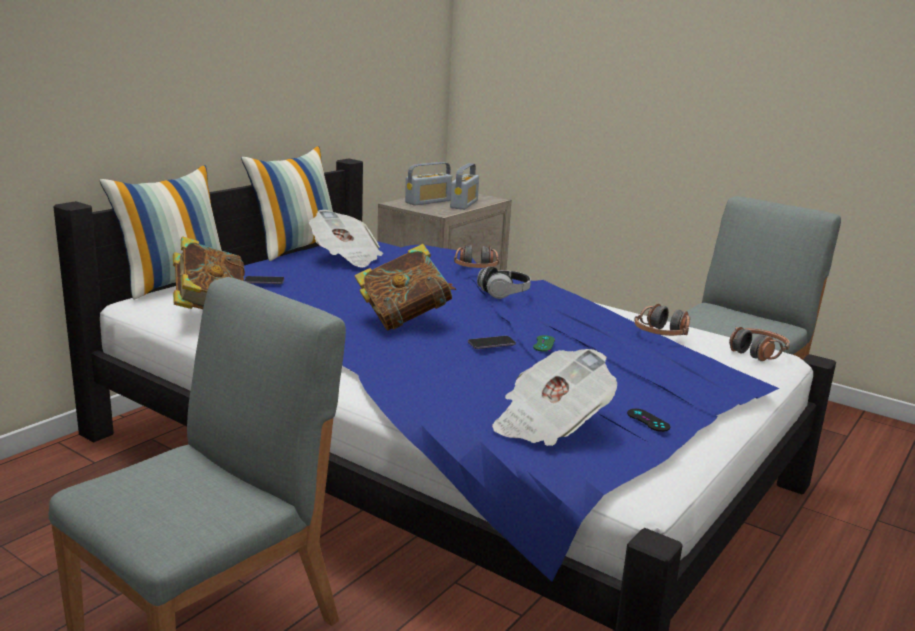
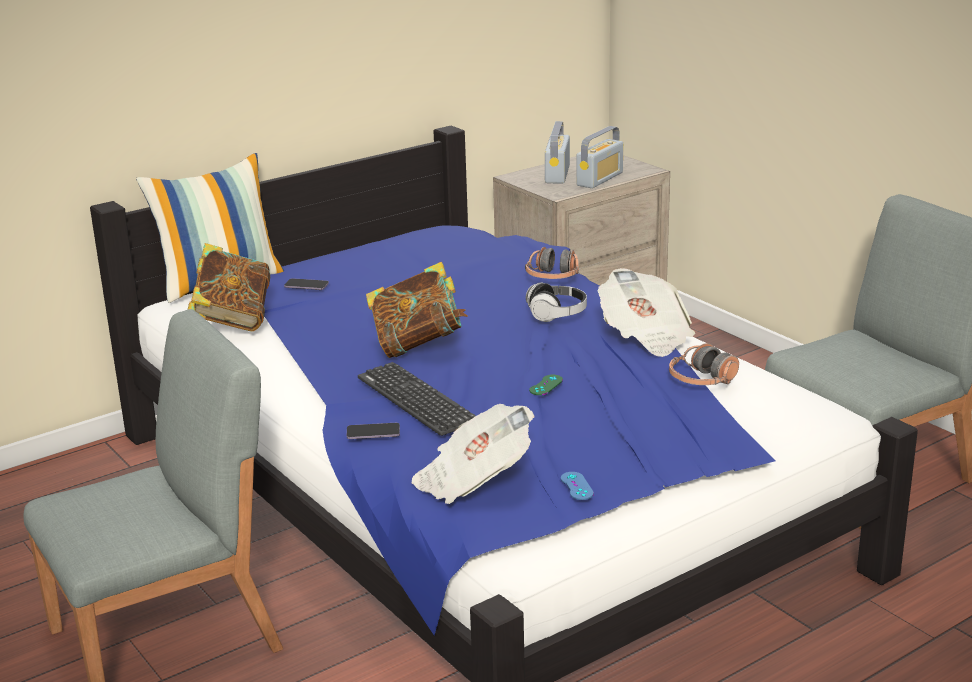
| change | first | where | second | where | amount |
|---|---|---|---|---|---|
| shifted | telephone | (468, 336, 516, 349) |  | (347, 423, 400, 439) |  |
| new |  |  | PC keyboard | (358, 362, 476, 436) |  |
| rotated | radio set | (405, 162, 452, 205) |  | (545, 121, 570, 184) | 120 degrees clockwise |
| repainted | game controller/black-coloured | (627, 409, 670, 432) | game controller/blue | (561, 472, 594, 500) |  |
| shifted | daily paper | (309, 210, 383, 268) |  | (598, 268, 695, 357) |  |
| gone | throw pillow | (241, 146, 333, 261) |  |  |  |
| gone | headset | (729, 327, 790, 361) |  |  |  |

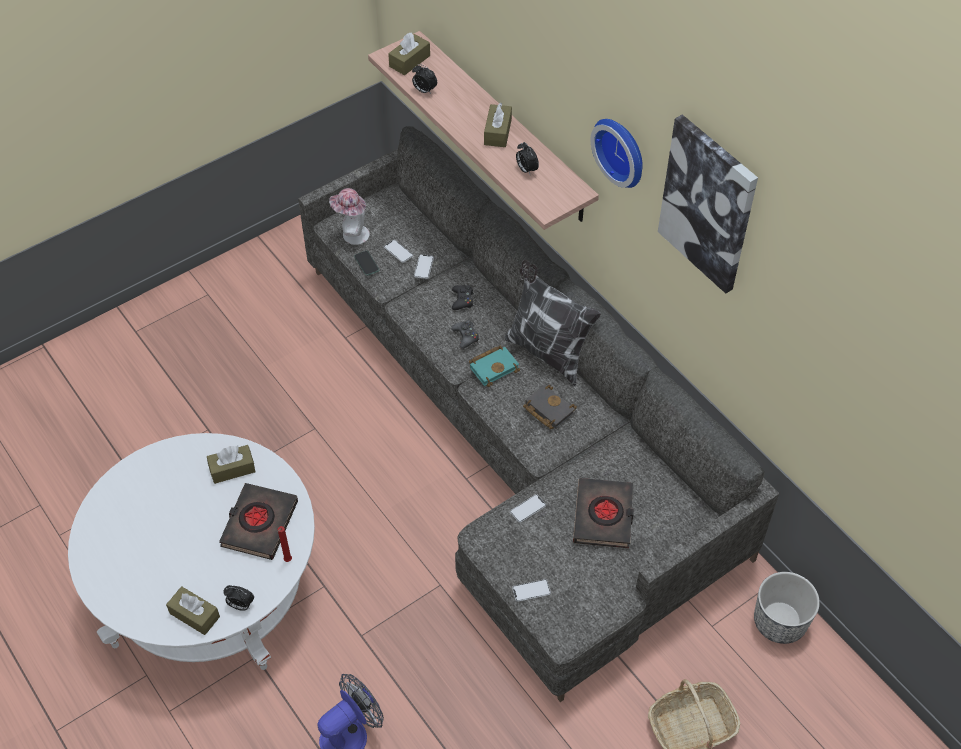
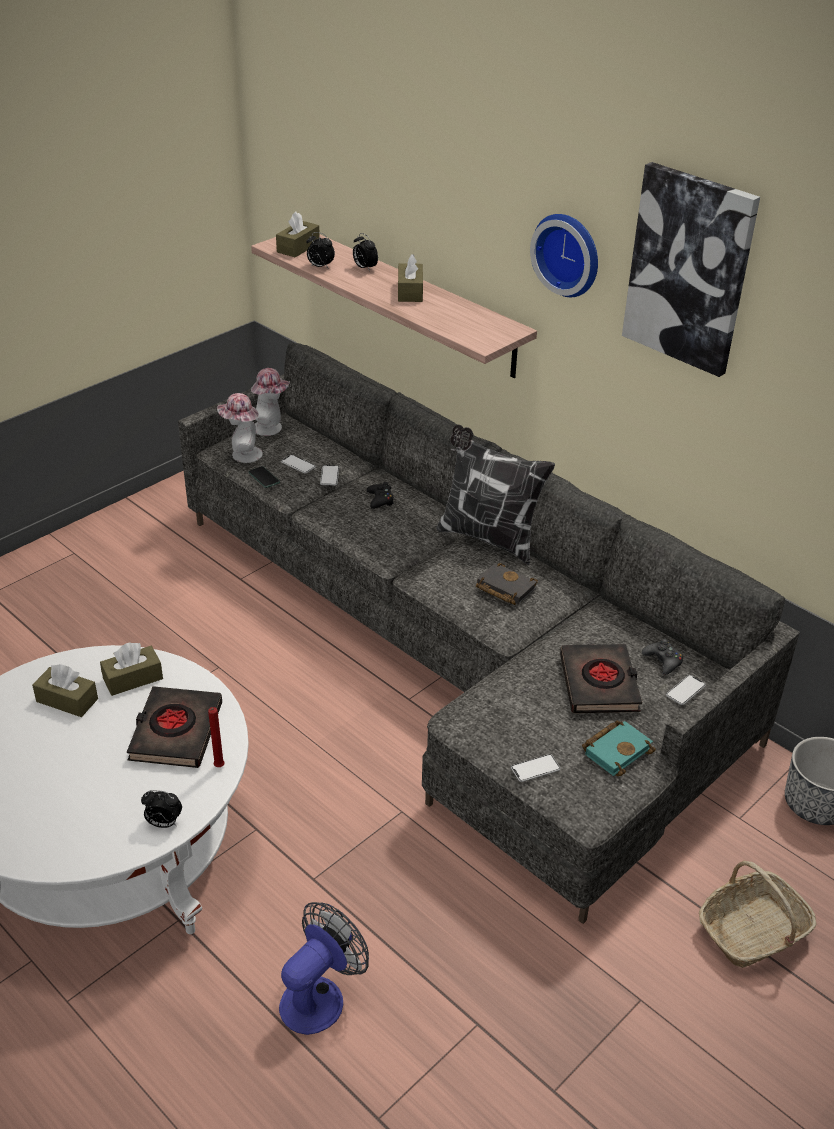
| change | first | where | second | where | amount |
|---|---|---|---|---|---|
| shifted | tissue box/brown-coloured | (166, 586, 220, 635) |  | (32, 664, 98, 717) |  |
| new |  |  | hat | (251, 368, 290, 436) |  |
| shifted | table clock | (516, 142, 539, 176) |  | (353, 233, 378, 271) |  |
| shifted | volume/turquoise | (469, 346, 520, 387) |  | (582, 721, 656, 776) |  |
| shifted | game controller/black-coloured | (451, 320, 479, 349) |  | (642, 639, 683, 675) |  |
| shifted | telephone | (510, 494, 546, 523) |  | (666, 675, 706, 705) |  |

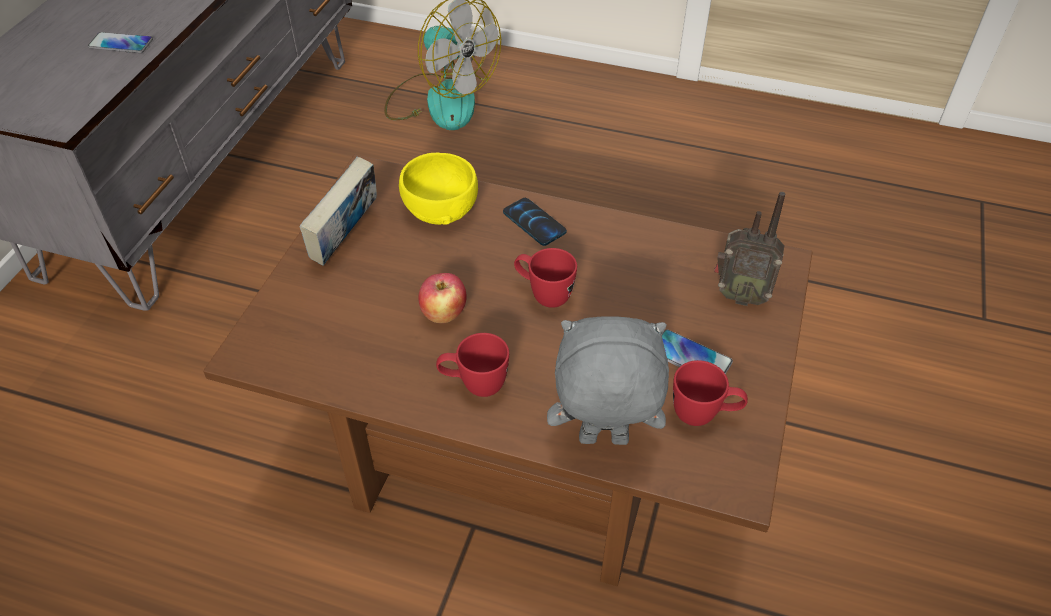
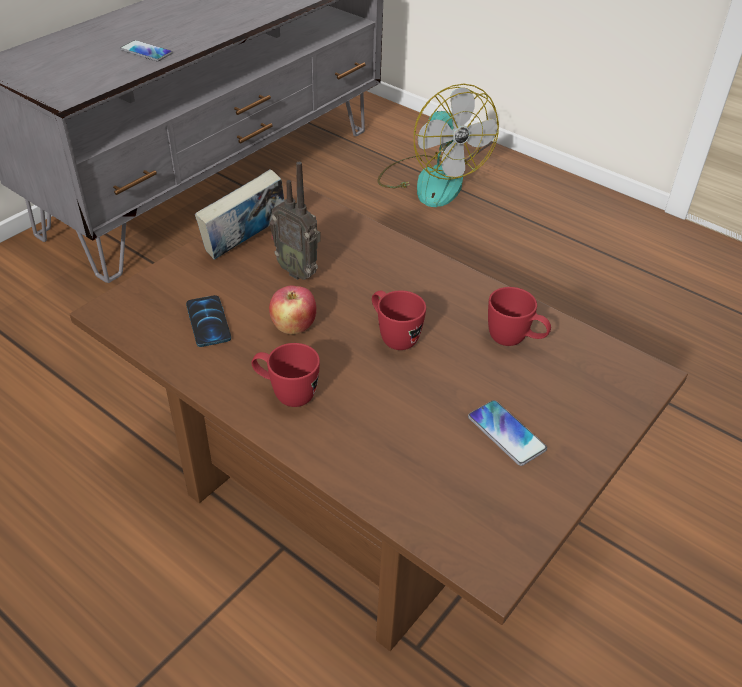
| change | first | where | second | where | amount |
|---|---|---|---|---|---|
| shifted | telephone | (503, 198, 567, 246) |  | (186, 295, 231, 347) |  |
| shifted | radio set | (714, 192, 785, 306) |  | (270, 162, 321, 280) |  |
| shifted | mug/red-coloured | (673, 360, 748, 426) |  | (488, 287, 551, 346) |  |
| gone | serving bowl/yellow | (399, 153, 478, 225) |  |  |  |
| gone | cuddly toy/grey | (547, 316, 669, 445) |  |  |  |

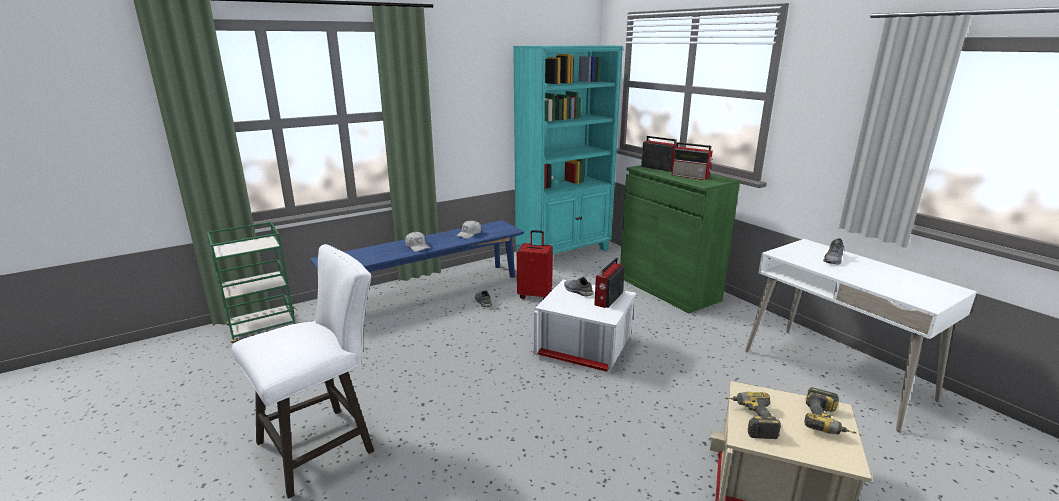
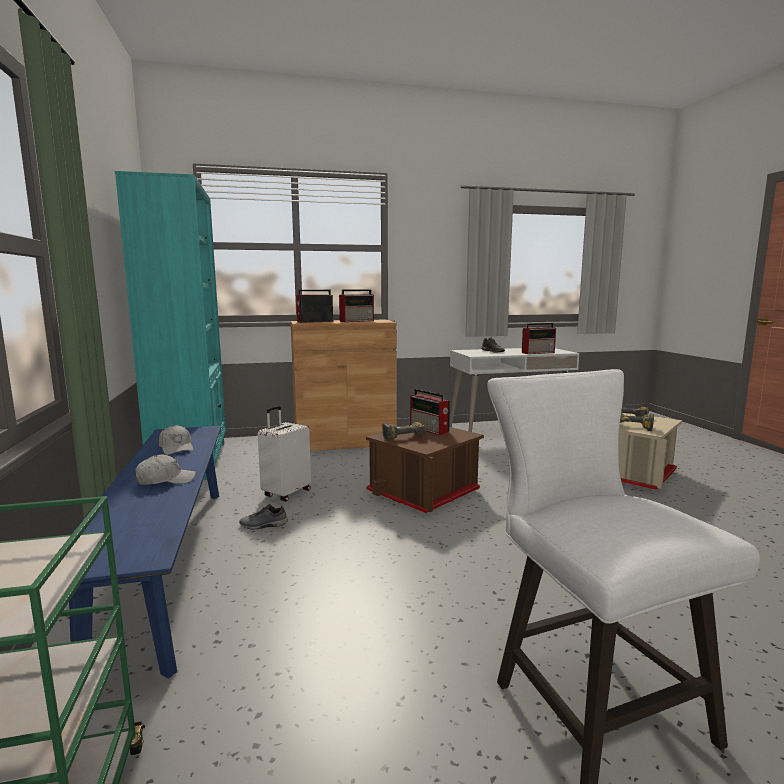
| change | first | where | second | where | amount |
|---|---|---|---|---|---|
| repainted | suitcase/red-coloured | (517, 230, 553, 299) | suitcase/white-coloured | (258, 406, 311, 501) |  |
| repainted | storage cabinet/green-coloured | (620, 165, 740, 313) | storage cabinet/brown-coloured | (291, 320, 397, 451) |  |
| repainted | storage box/white-coloured | (533, 279, 637, 372) | storage box/brown-coloured | (366, 425, 484, 513) |  |
| swapped | shoe/grey | (564, 277, 593, 296) | electric drill | (382, 422, 426, 441) |  |
| new |  |  | radio set | (522, 323, 556, 354) |  |

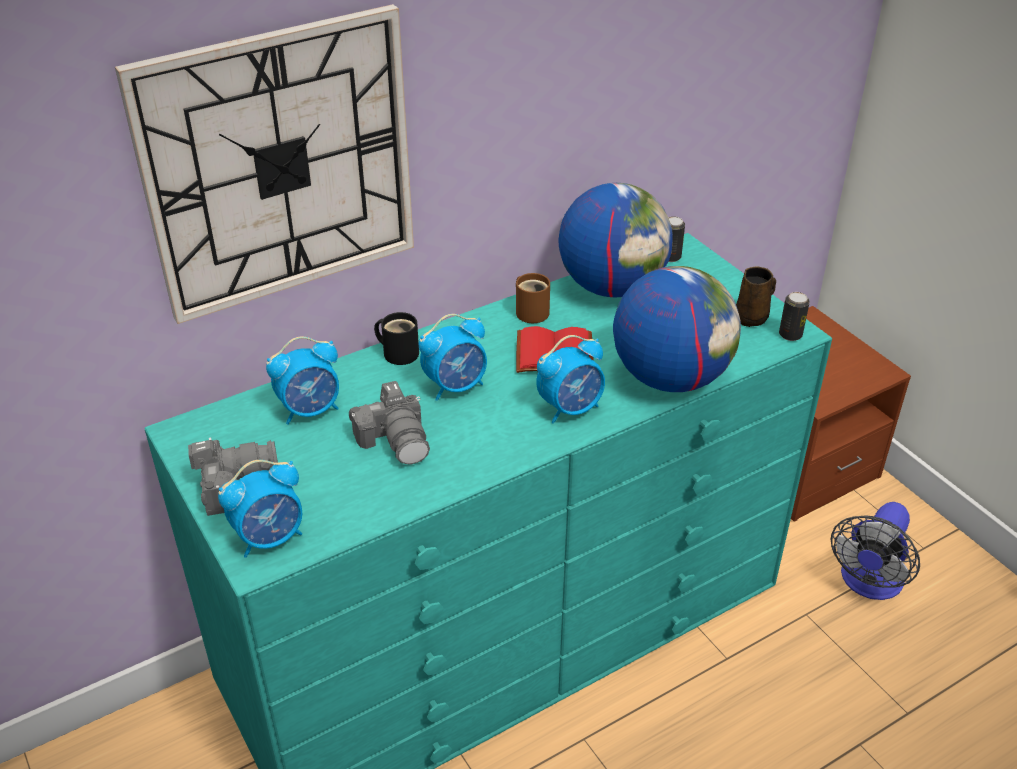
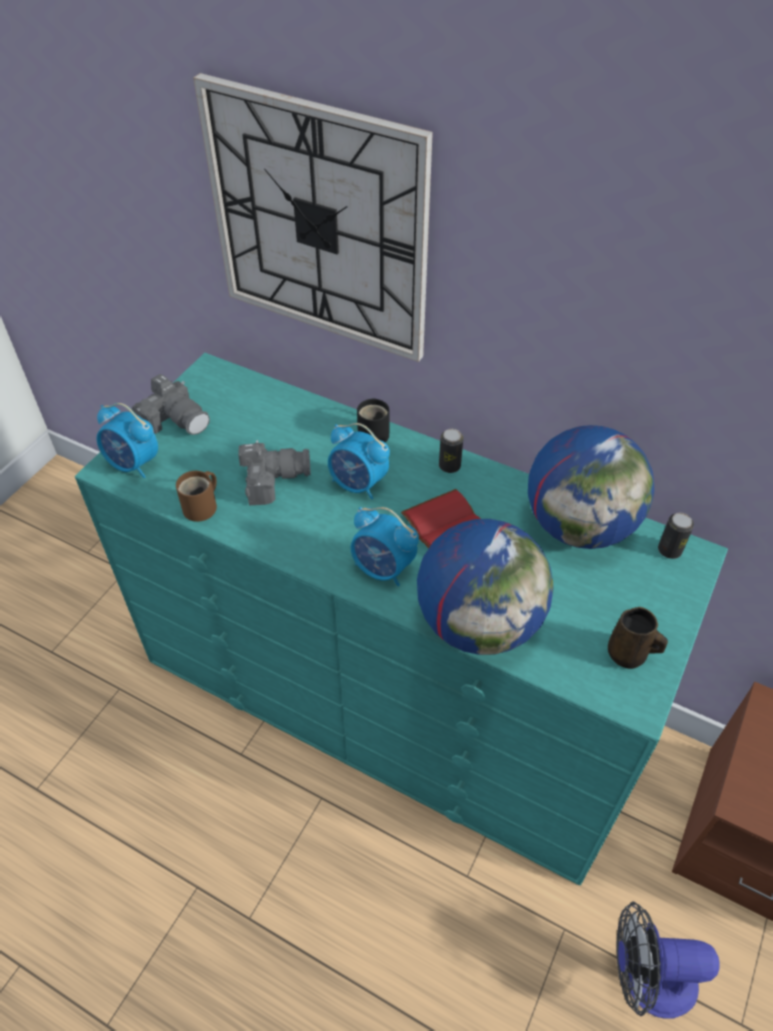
| change | first | where | second | where | amount |
|---|---|---|---|---|---|
| shifted | mug/brown-coloured | (516, 273, 550, 323) |  | (176, 471, 217, 522) |  |
| rotated | still camera | (349, 381, 430, 465) |  | (238, 440, 311, 505) | 135 degrees counterclockwise |
| shifted | metal can | (779, 292, 810, 341) |  | (439, 429, 464, 473) |  |
| gone | table clock | (266, 336, 339, 425) |  |  |  |

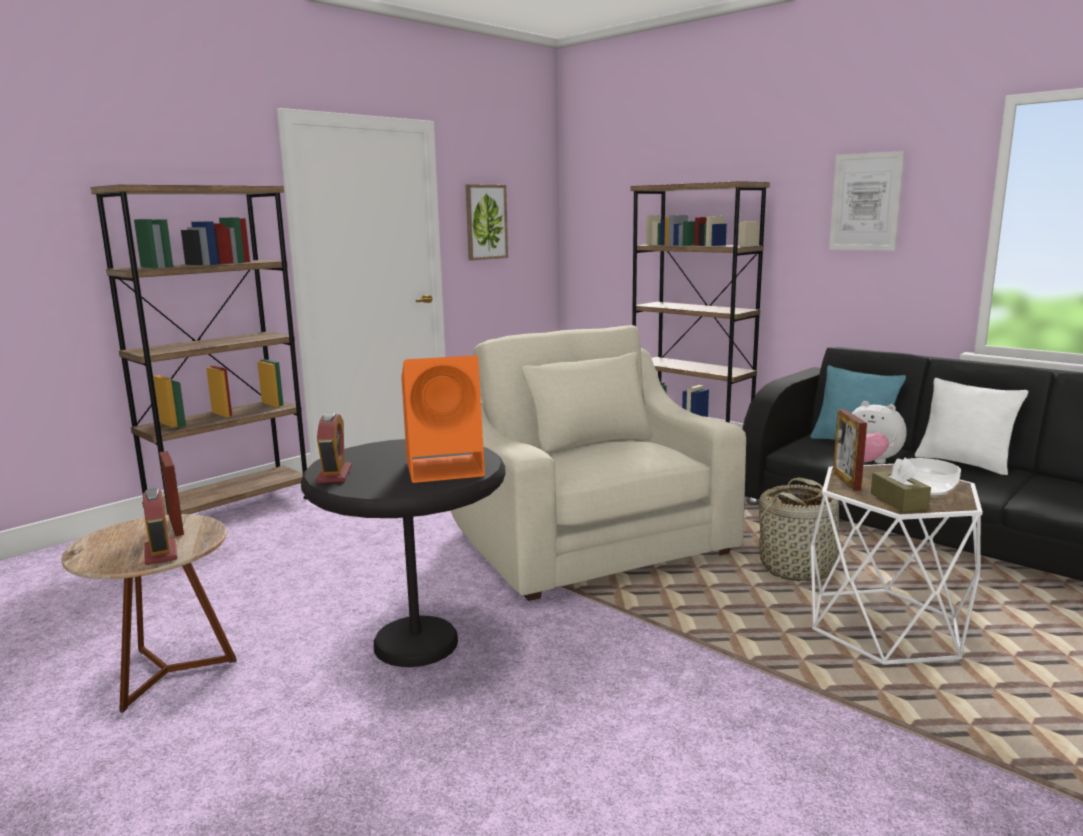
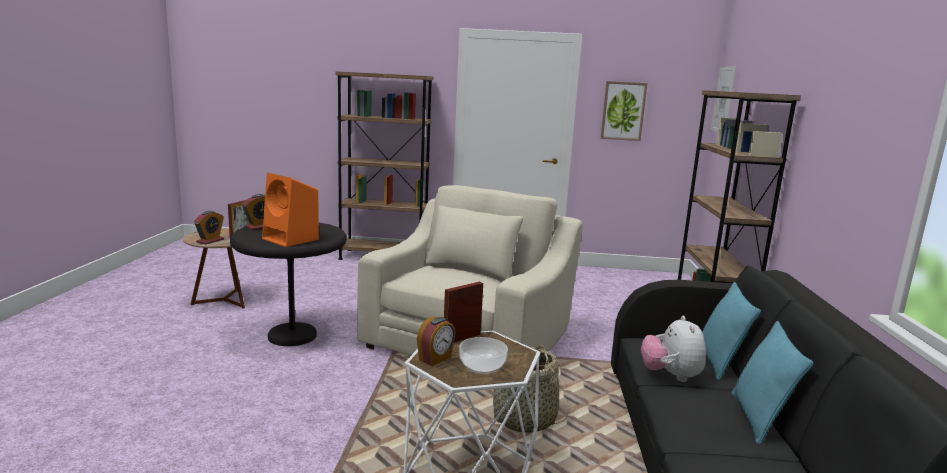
| change | first | where | second | where | amount |
|---|---|---|---|---|---|
| swapped | tissue box/brown-coloured | (871, 458, 931, 512) | table clock | (417, 316, 455, 366) |  |
| shifted | picture | (829, 151, 905, 251) |  | (711, 66, 737, 132) |  |
| repainted | throw pillow/white-coloured | (915, 378, 1028, 475) | throw pillow/turquoise | (732, 321, 813, 444) |  |

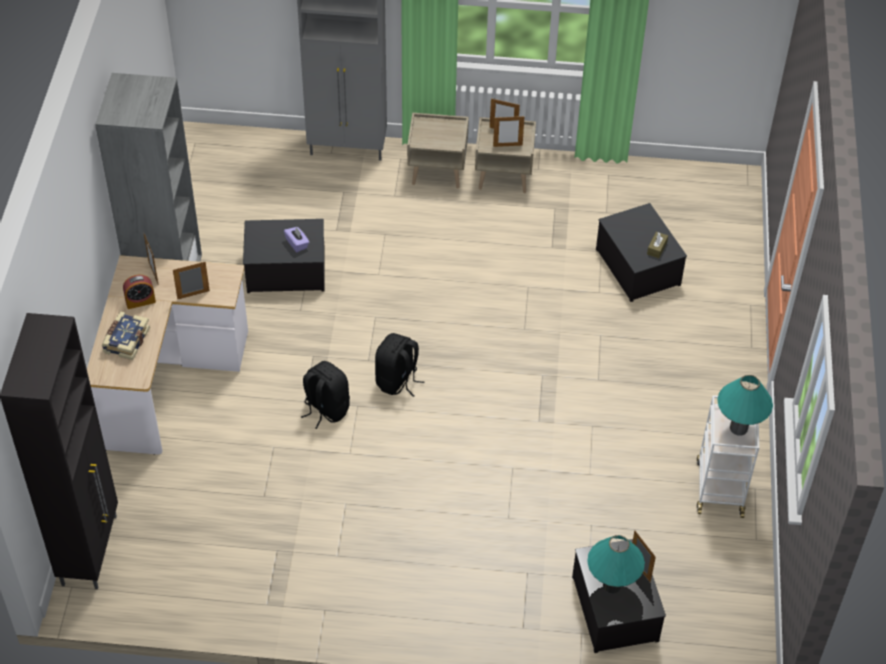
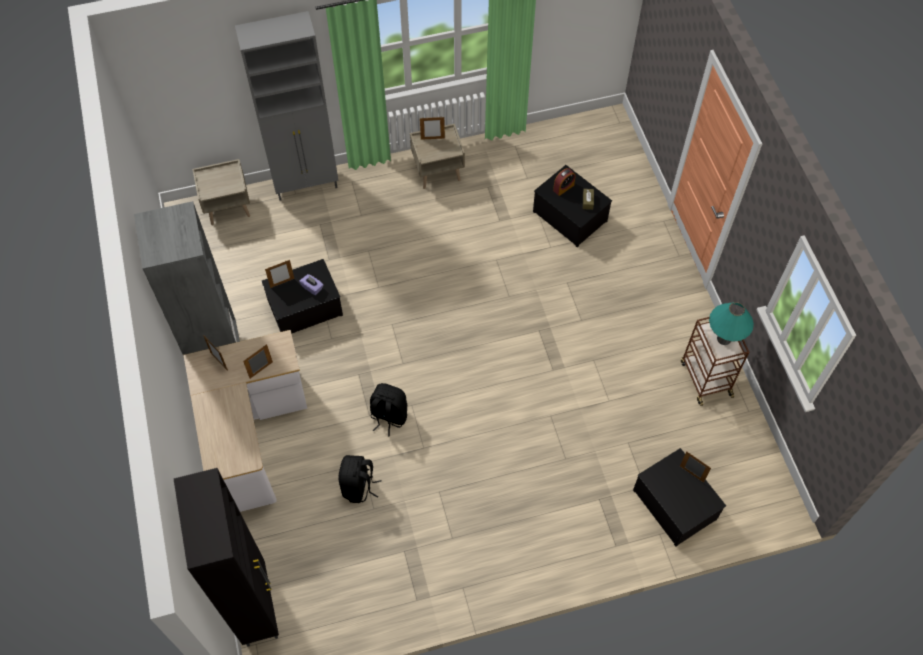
| change | first | where | second | where | amount |
|---|---|---|---|---|---|
| shifted | nightstand/sand-coloured | (407, 113, 469, 189) |  | (192, 159, 250, 225) |  |
| shifted | picture frame | (493, 115, 524, 147) |  | (265, 260, 294, 288) |  |
| shifted | rucksack/black-coloured | (375, 333, 424, 397) |  | (338, 455, 382, 503) |  |
| shifted | table clock | (123, 275, 156, 309) |  | (553, 168, 576, 196) |  |
| repainted | cart/white-coloured | (697, 395, 759, 518) | cart/brown-coloured | (681, 317, 749, 406) |  |
| gone | volume | (102, 312, 150, 360) |  |  |  |
| gone | tabletop lamp/turquoise | (587, 535, 645, 594) |  |  |  |

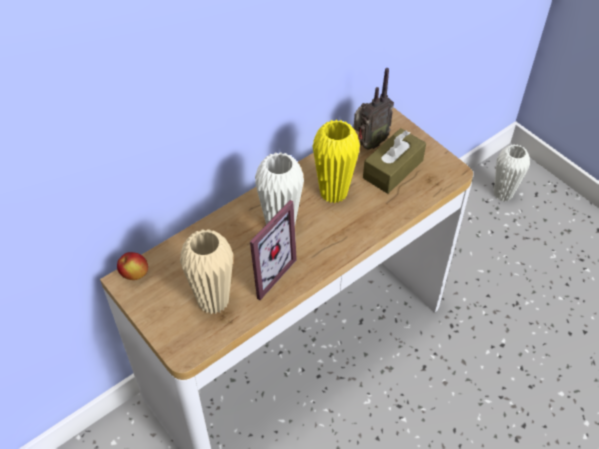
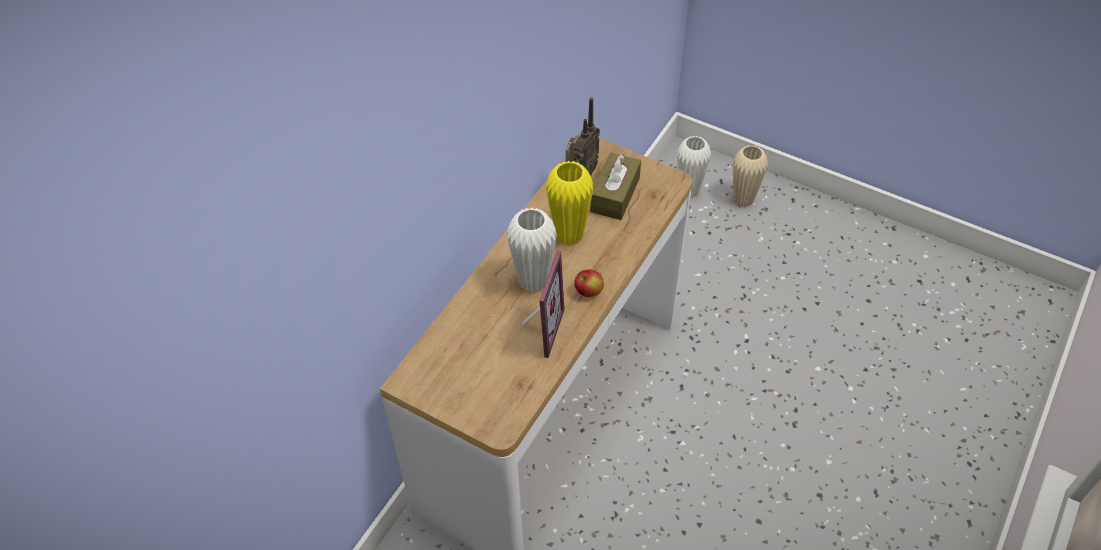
| change | first | where | second | where | amount |
|---|---|---|---|---|---|
| shifted | apple fruit | (117, 252, 148, 280) |  | (574, 269, 604, 297) |  |
| shifted | decorative vase/sand-coloured | (180, 229, 233, 314) |  | (733, 145, 768, 207) |  |

